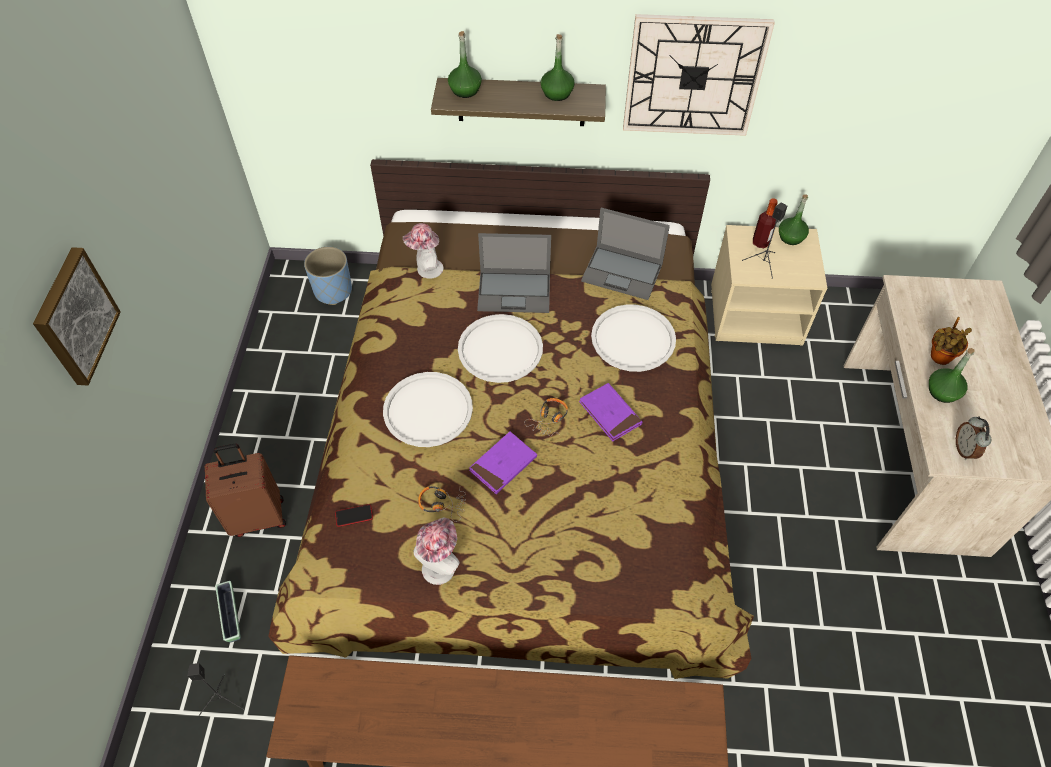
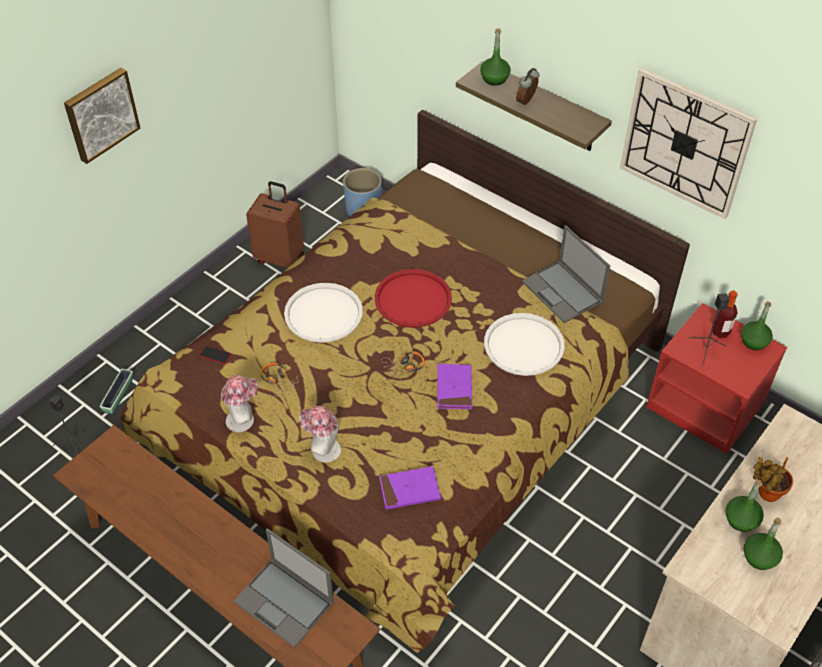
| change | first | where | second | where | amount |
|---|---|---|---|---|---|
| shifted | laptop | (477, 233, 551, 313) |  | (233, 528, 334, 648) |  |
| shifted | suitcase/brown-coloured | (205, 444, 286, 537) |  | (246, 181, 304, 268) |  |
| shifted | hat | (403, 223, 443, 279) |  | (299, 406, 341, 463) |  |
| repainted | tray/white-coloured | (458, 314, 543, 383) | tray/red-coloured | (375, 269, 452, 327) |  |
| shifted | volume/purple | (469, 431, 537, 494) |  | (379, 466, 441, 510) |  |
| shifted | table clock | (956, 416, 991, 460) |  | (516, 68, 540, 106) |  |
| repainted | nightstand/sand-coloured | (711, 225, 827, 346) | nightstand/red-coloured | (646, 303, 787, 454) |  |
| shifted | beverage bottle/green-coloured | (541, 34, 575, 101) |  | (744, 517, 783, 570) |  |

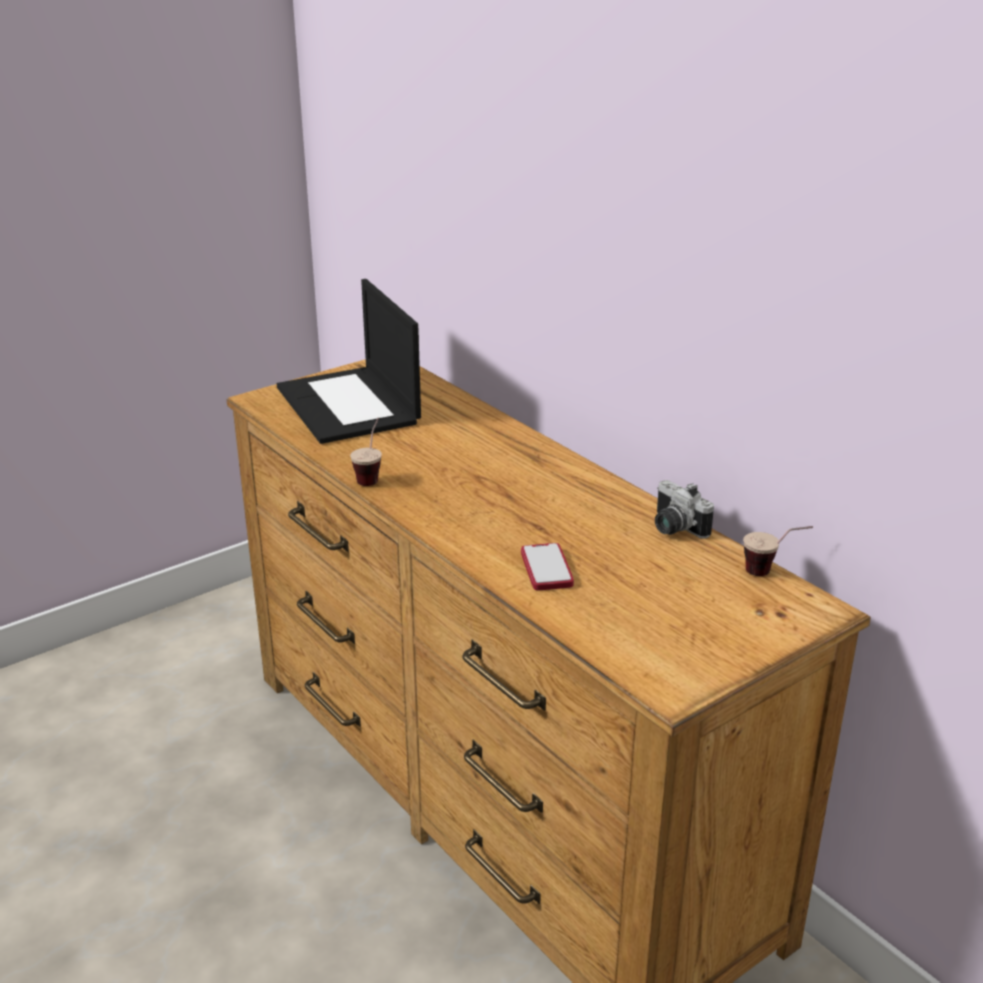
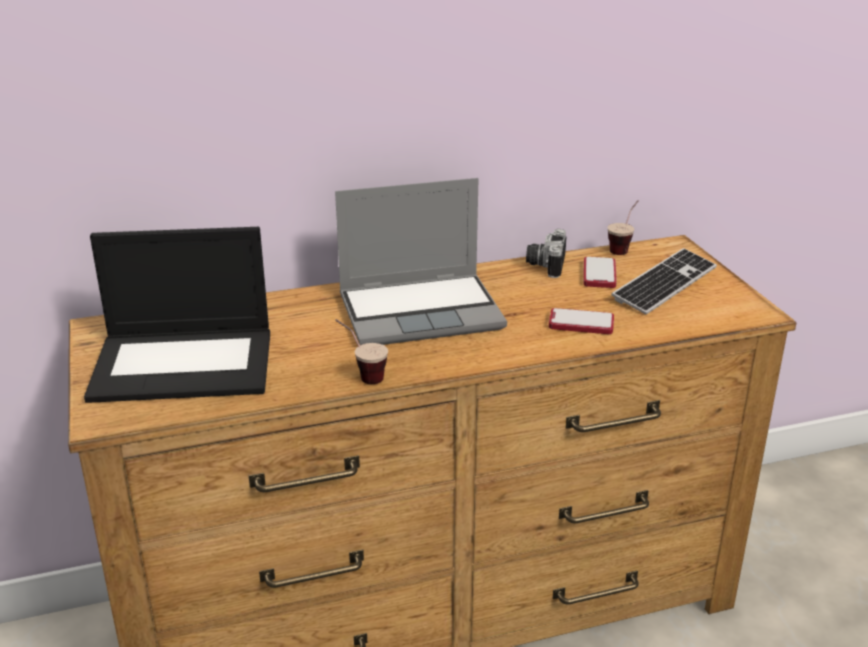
| change | first | where | second | where | amount |
|---|---|---|---|---|---|
| new |  |  | laptop | (335, 178, 507, 345) |  |
| rotated | still camera | (655, 480, 714, 539) |  | (526, 229, 567, 278) | 120 degrees clockwise |
| new |  |  | telephone | (583, 257, 617, 288) |  |
| new |  |  | PC keyboard | (611, 248, 717, 315) |  |

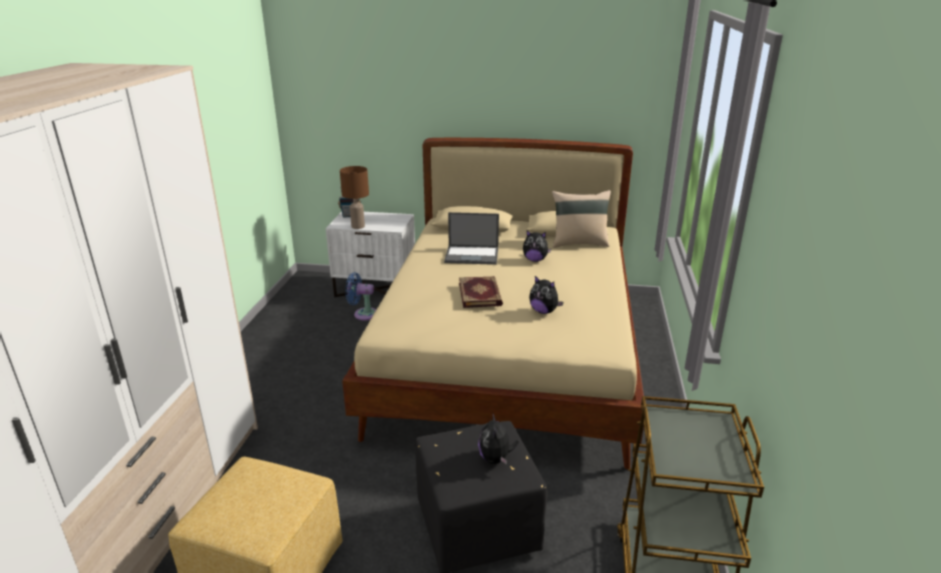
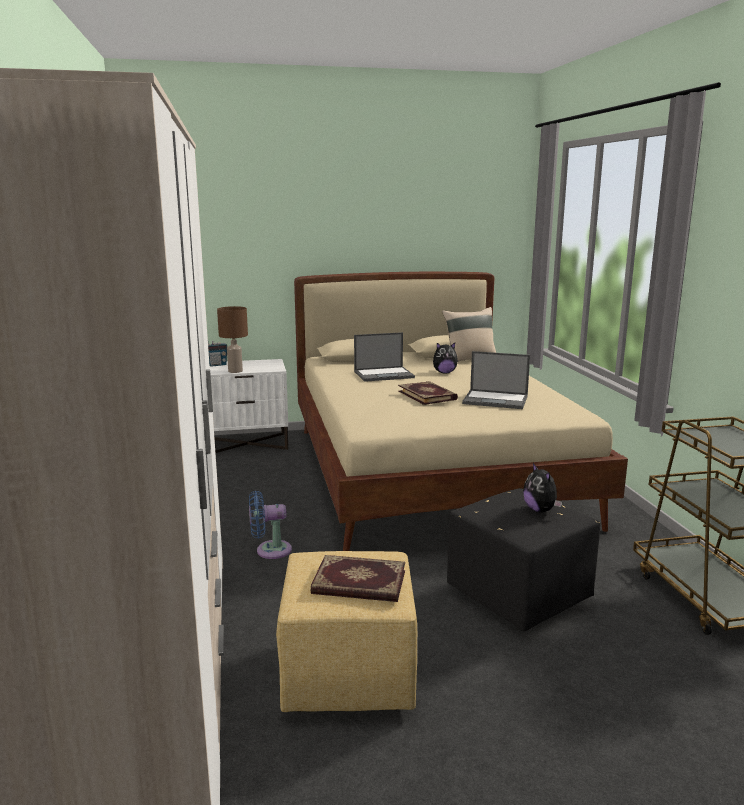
| change | first | where | second | where | amount |
|---|---|---|---|---|---|
| shifted | fan/blue | (345, 272, 376, 320) |  | (249, 491, 292, 559) |  |
| new |  |  | volume | (311, 555, 405, 602) |  |
| swapped | cuddly toy | (529, 276, 563, 314) | laptop | (462, 351, 530, 409) |  |

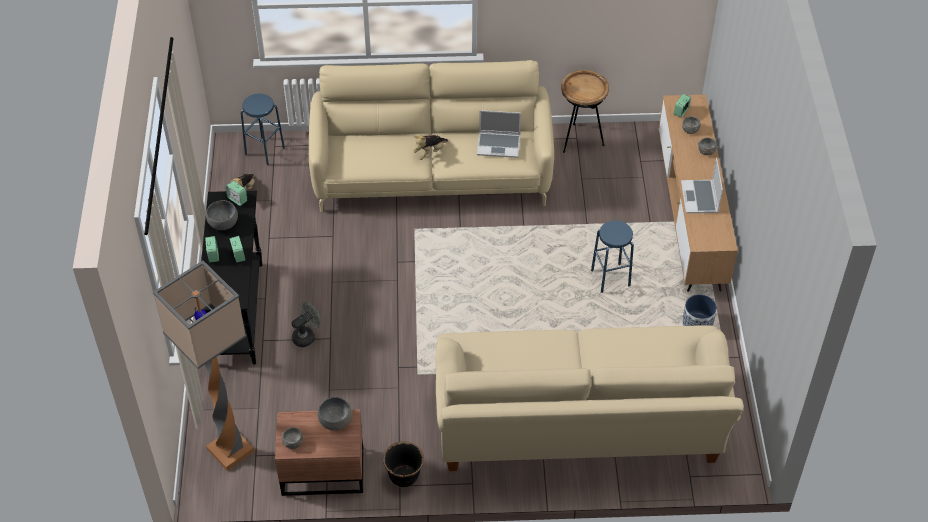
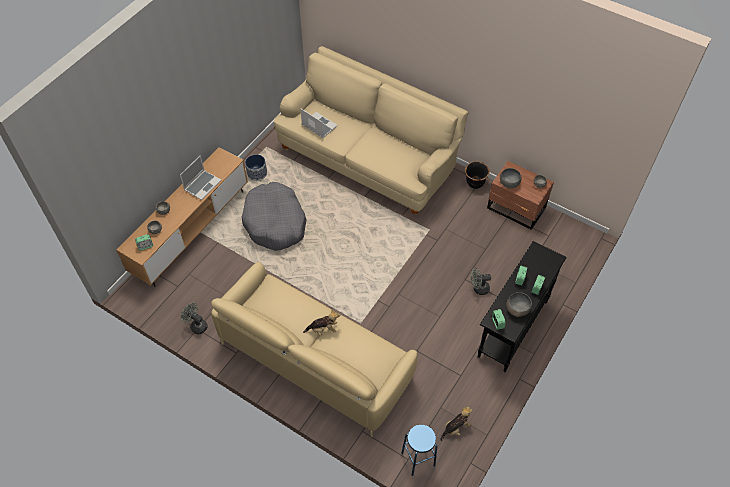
| change | first | where | second | where | amount |
|---|---|---|---|---|---|
| swapped | end table/brown-coloured | (561, 70, 609, 153) | fan/grey | (181, 303, 208, 334) |  |
| swapped | stool/blue | (591, 220, 634, 293) | dog cushion/grey | (242, 182, 307, 250) |  |
| shifted | laptop | (477, 110, 521, 158) |  | (301, 109, 338, 138) |  |
| gone | floor lamp | (153, 261, 254, 471) |  |  |  |

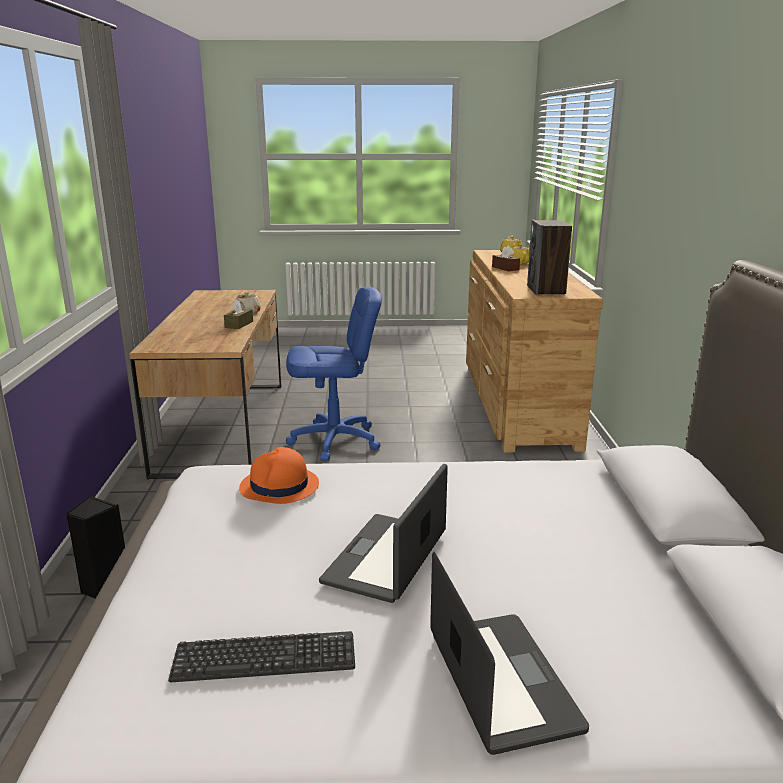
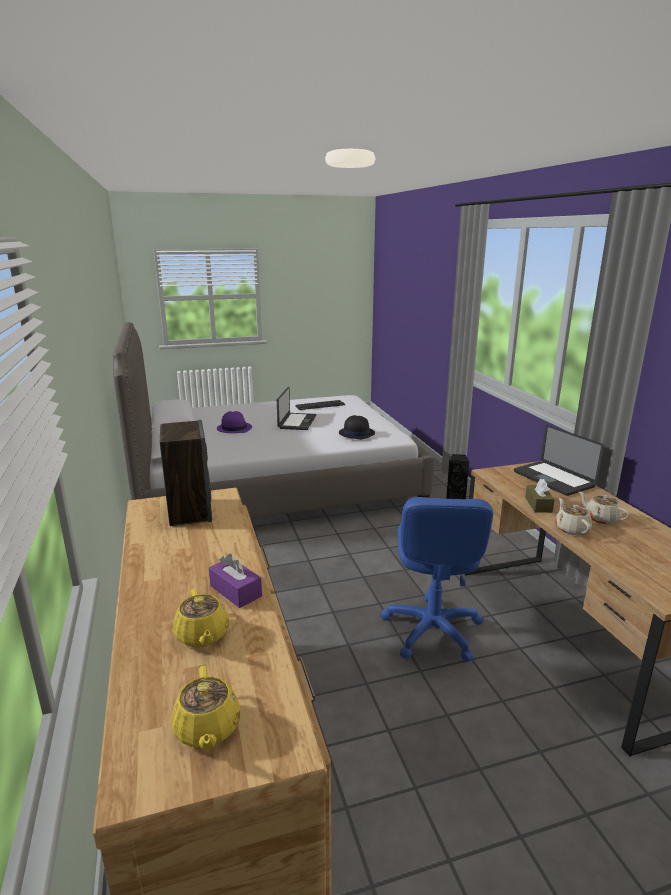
| change | first | where | second | where | amount |
|---|---|---|---|---|---|
| repainted | tissue box/brown-coloured | (492, 245, 520, 271) | tissue box/purple | (209, 554, 262, 608) |  |
| new |  |  | hat/purple | (217, 411, 252, 433) |  |
| repainted | hat/orangey | (239, 447, 319, 504) | hat/black-coloured | (339, 415, 375, 440) |  |
| rotated | desk chair/blue | (286, 287, 382, 461) |  | (381, 497, 493, 662) | 60 degrees counterclockwise |
| shifted | laptop | (430, 552, 589, 755) |  | (514, 425, 604, 496) |  |
| new |  |  | teapot/sand-coloured | (578, 491, 630, 525) |  |

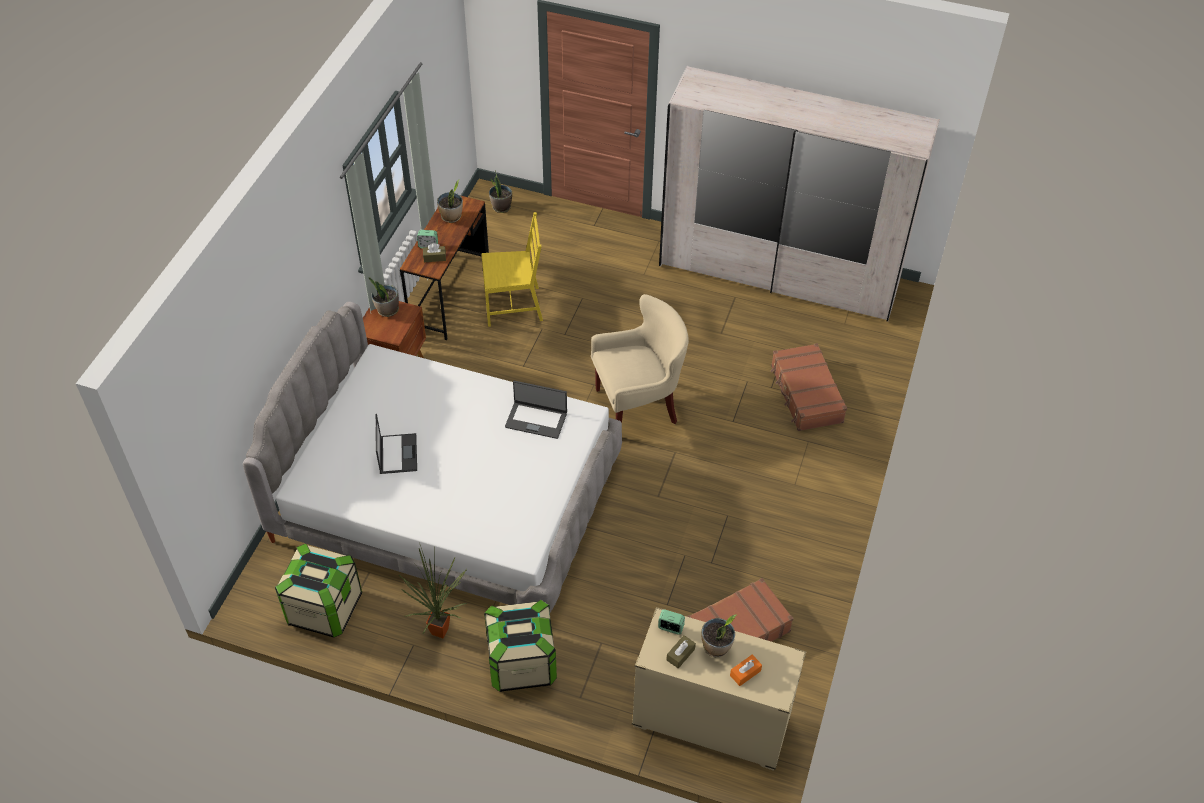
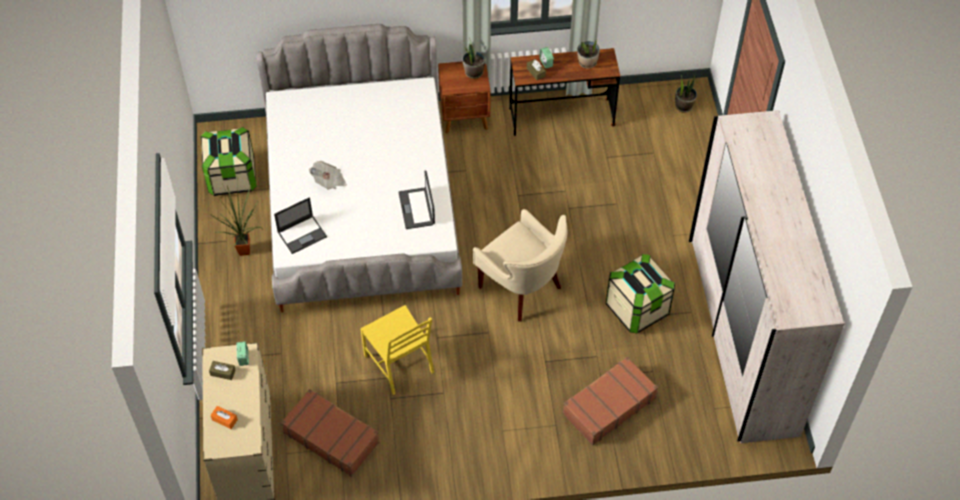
| change | first | where | second | where | amount |
|---|---|---|---|---|---|
| shifted | laptop | (376, 414, 417, 474) |  | (274, 197, 327, 254) |  |
| new |  |  | daily paper | (309, 161, 347, 189) |  |
| shifted | chair/yellow | (481, 212, 543, 327) |  | (361, 305, 434, 395) |  |
| shifted | storage box | (484, 600, 557, 692) |  | (606, 254, 675, 334) |  |
| gone | potted plant | (701, 615, 736, 657) |  |  |  |

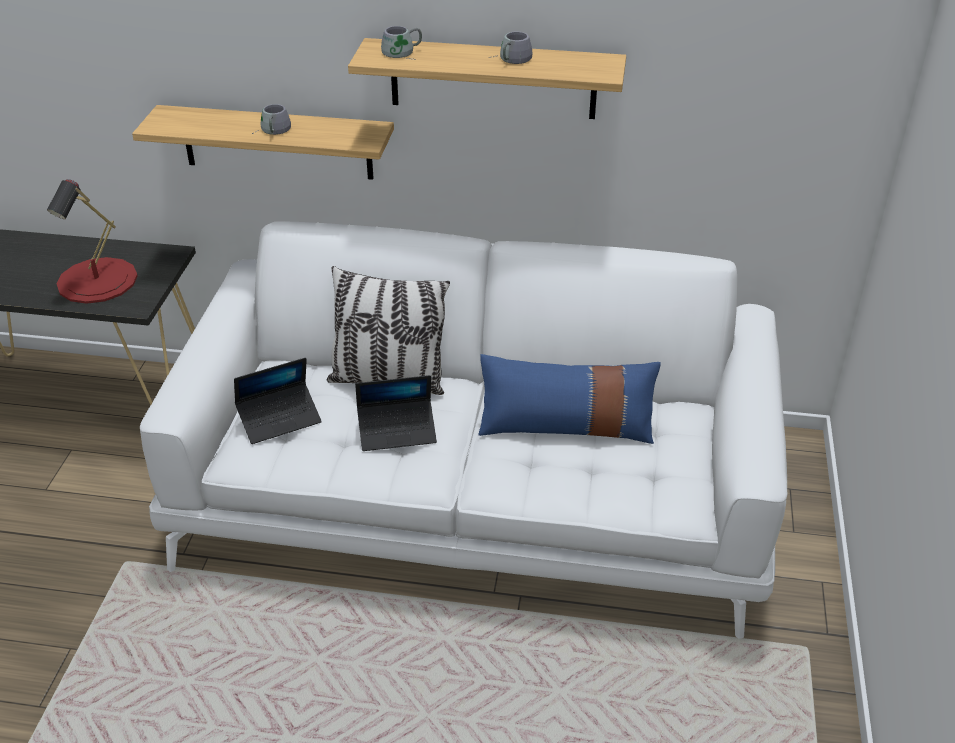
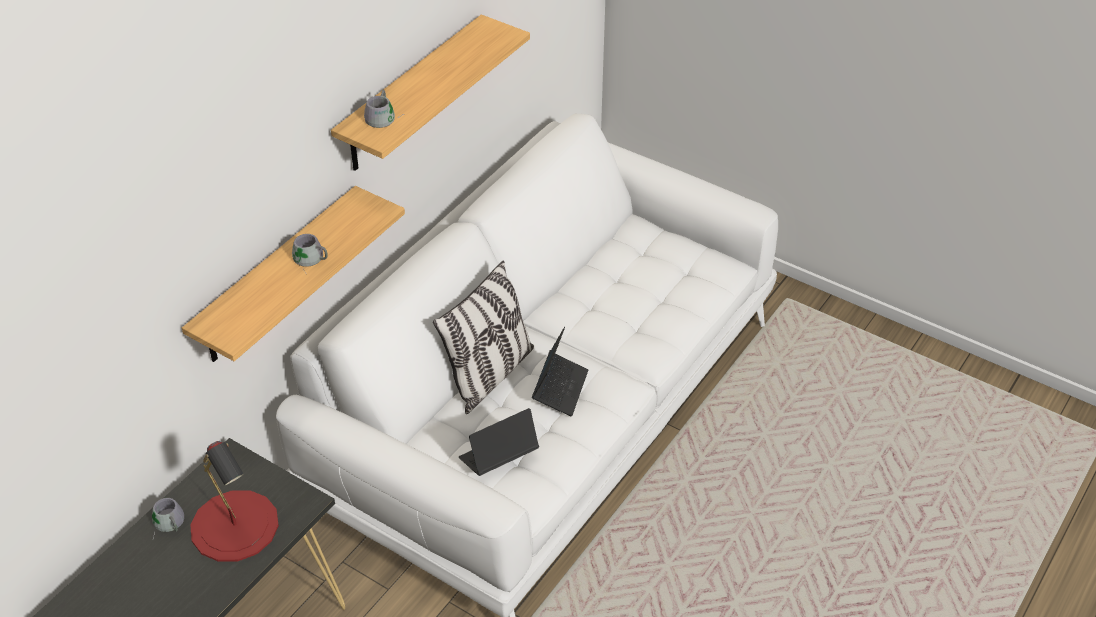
| change | first | where | second | where | amount |
|---|---|---|---|---|---|
| shifted | mug/grey | (489, 32, 533, 64) |  | (152, 498, 184, 538) |  |
| rotated | laptop | (234, 358, 322, 444) |  | (459, 408, 539, 476) | 120 degrees counterclockwise |
| gone | throw pillow/blue | (478, 354, 661, 444) |  |  |  |

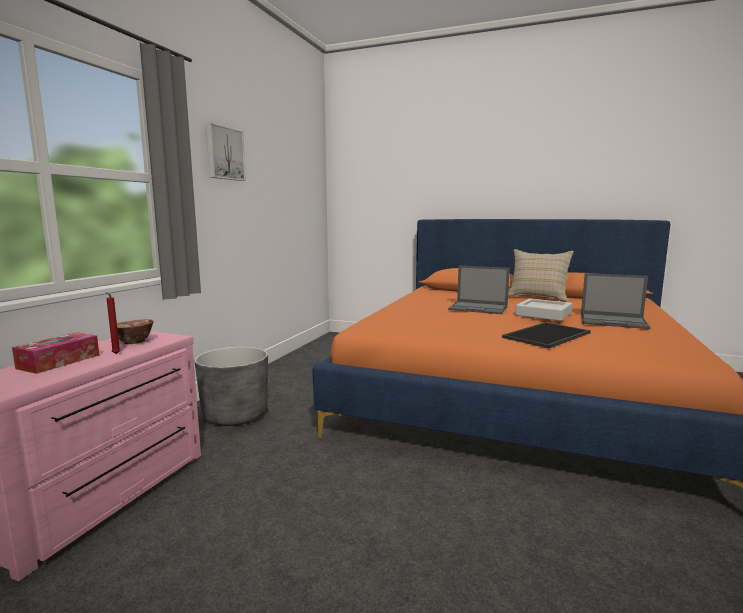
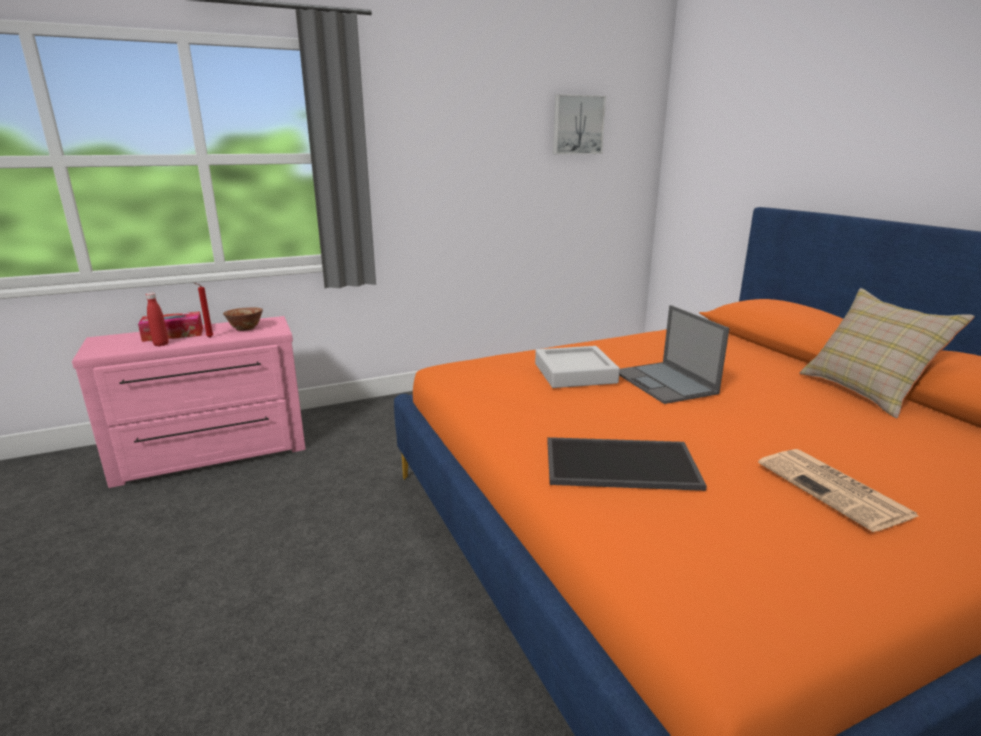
| change | first | where | second | where | amount |
|---|---|---|---|---|---|
| new |  |  | beverage bottle/red-coloured | (146, 293, 169, 346) |  |
| shifted | tray/grey | (515, 298, 572, 321) |  | (535, 346, 620, 388) |  |
| shifted | picture | (206, 123, 246, 181) |  | (553, 94, 606, 155) |  |
| swapped | laptop | (581, 273, 650, 329) | daily paper | (758, 449, 918, 532) |  |
| gone | planter/grey | (195, 346, 268, 426) |  |  |  |

